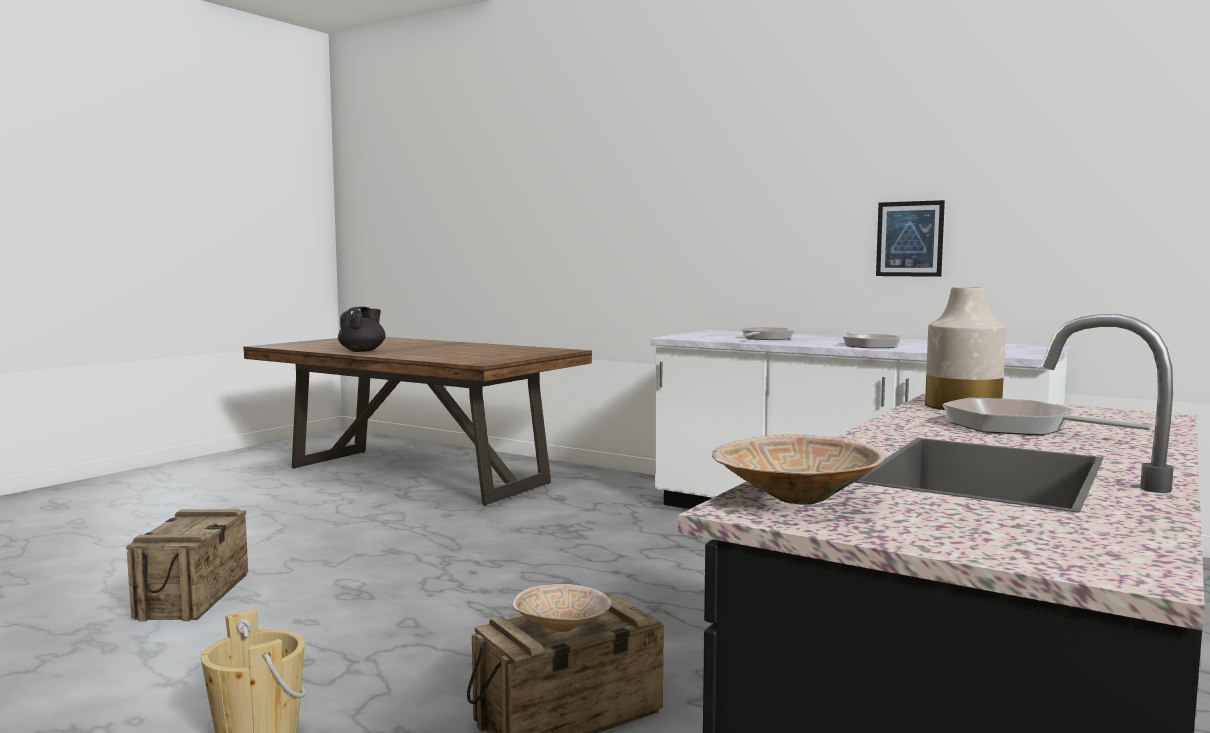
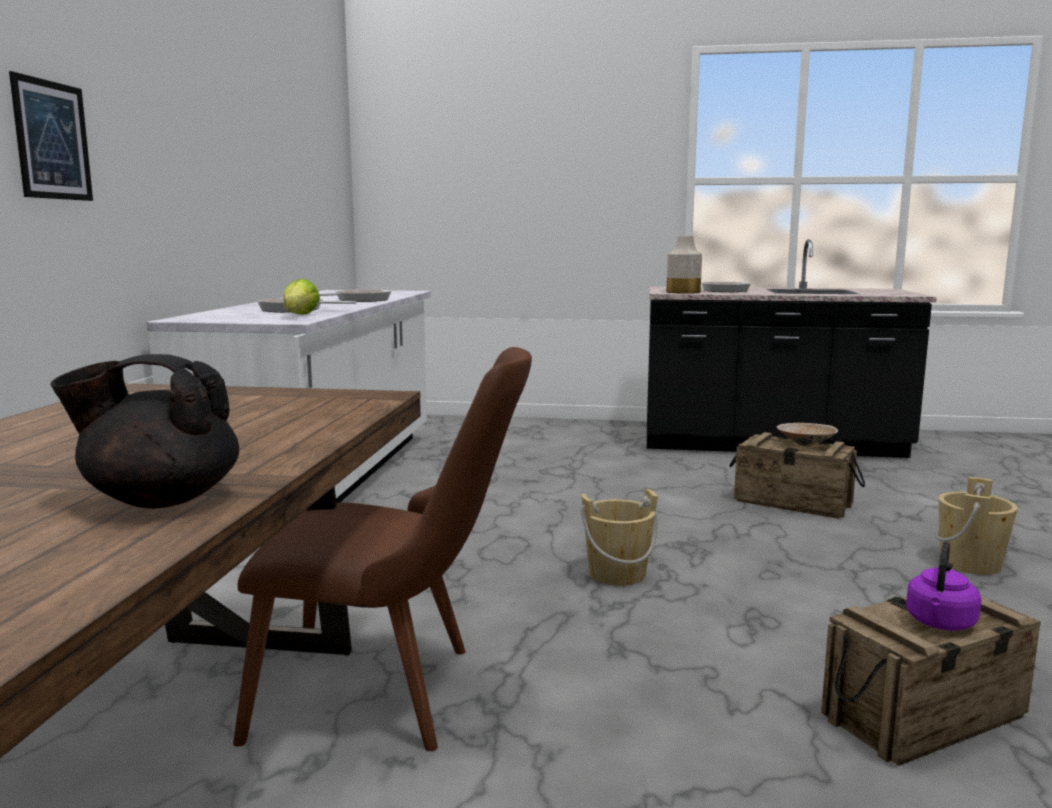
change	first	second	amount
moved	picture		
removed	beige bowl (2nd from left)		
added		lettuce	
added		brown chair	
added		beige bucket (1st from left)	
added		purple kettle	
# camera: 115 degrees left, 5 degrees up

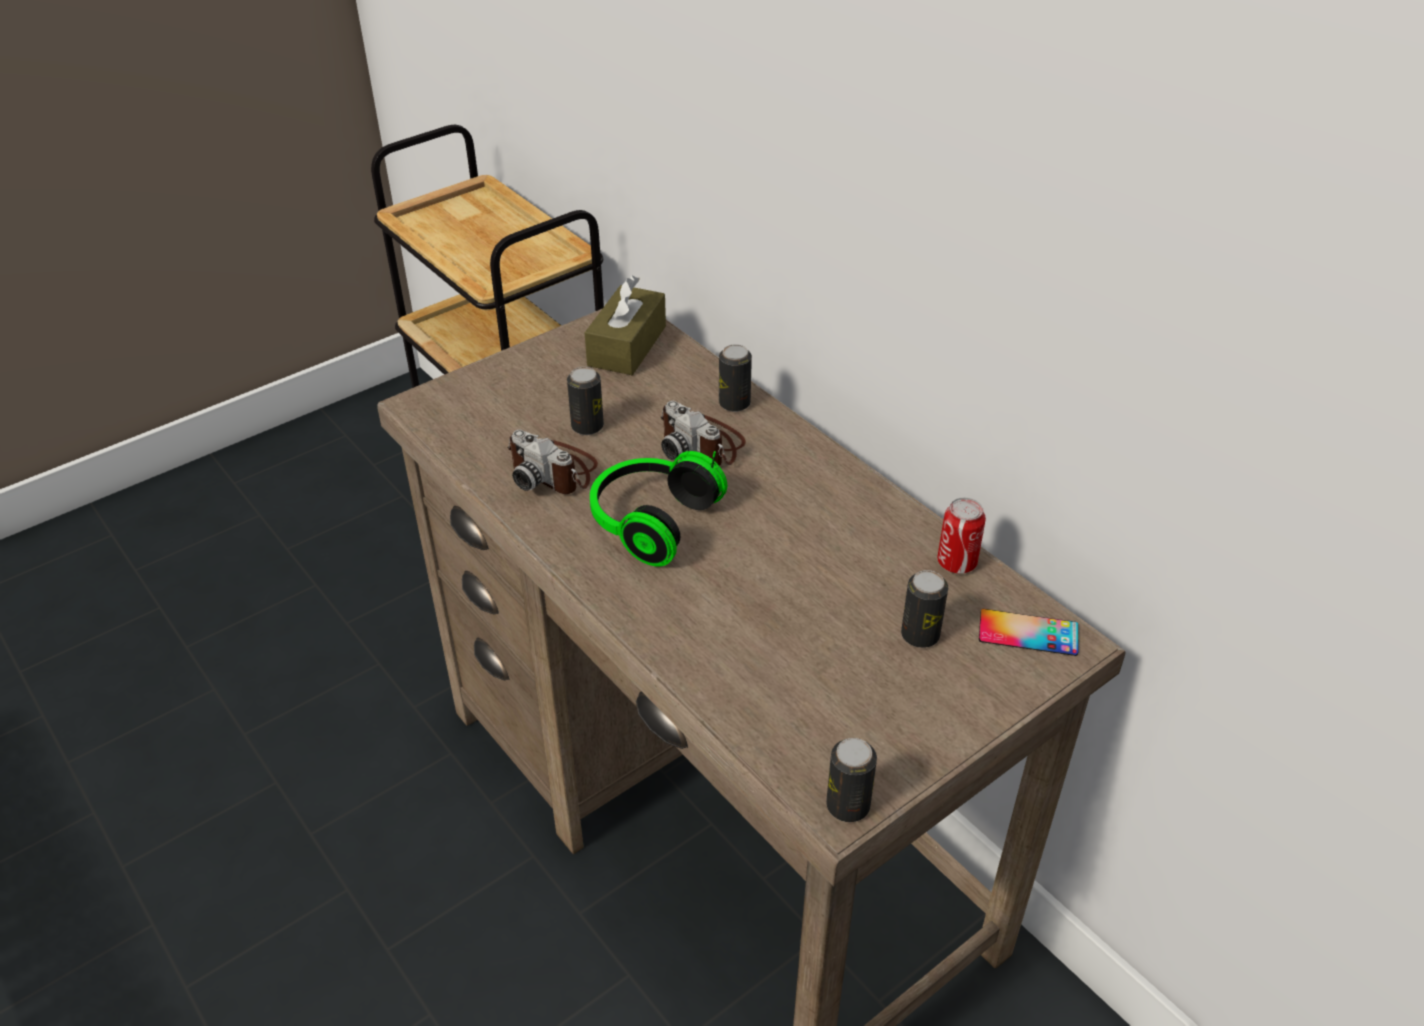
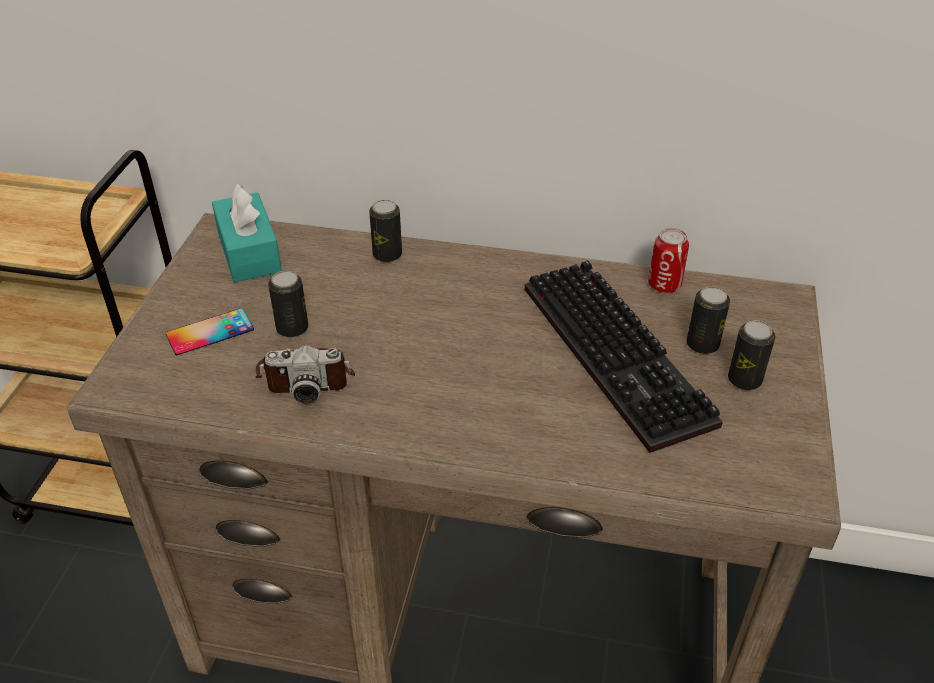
change	first	second	amount
recoloured	brown tissue box	turquoise tissue box	
removed	photo camera (2nd from left)		
removed	headphones		
moved	phone		
moved	can (3rd from left in the first image)	can (5th from left)	
added		keyboard	
# camera: 40 degrees left, 0 degrees up

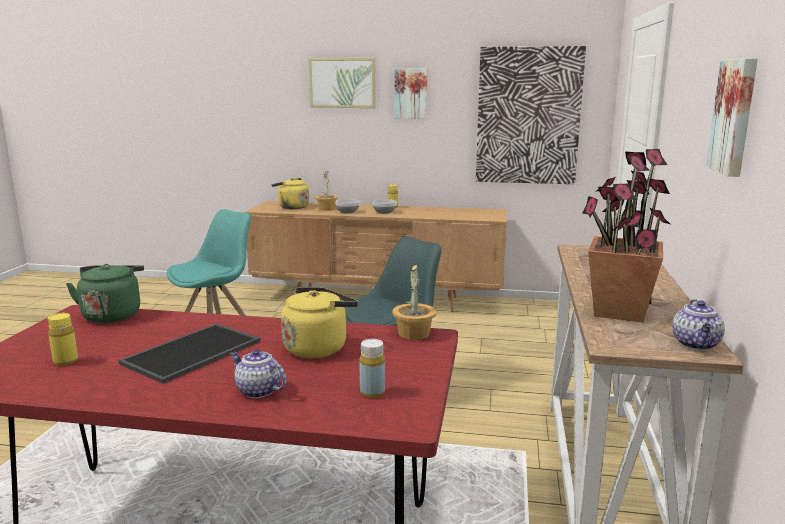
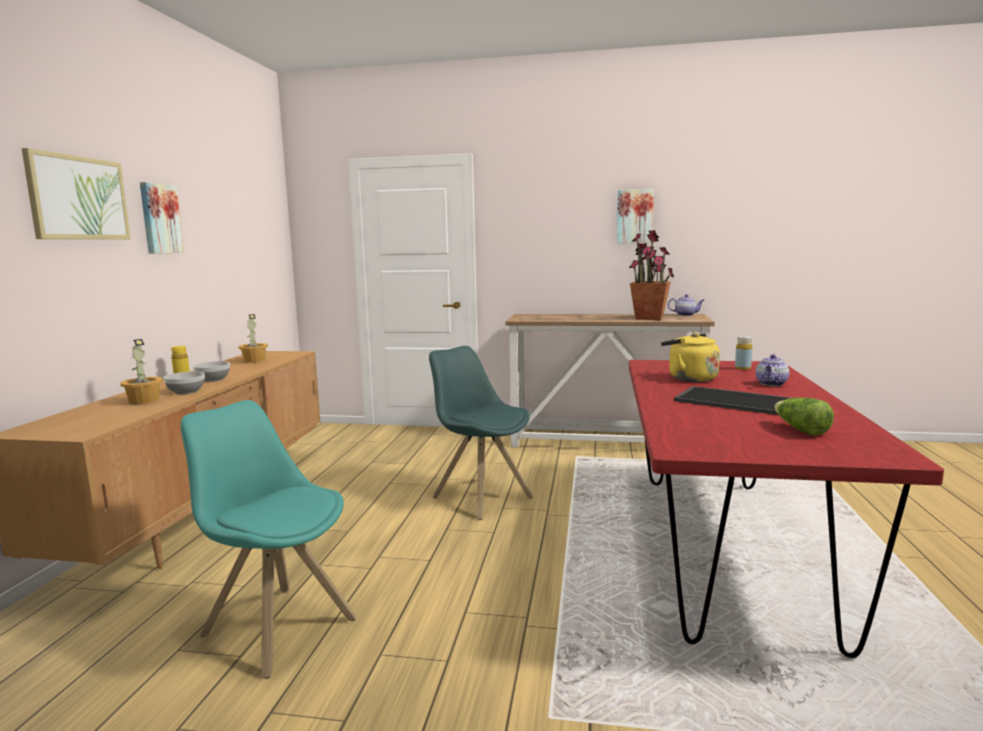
change	first	second	amount
removed	picture (3rd from left)		
removed	yellow kettle (1st from left)		
moved	potted plant (2nd from left)		
removed	green kettle		
replaced	yellow bottle (1st from left)	lettuce	
# camera: 90 degrees left, 5 degrees down

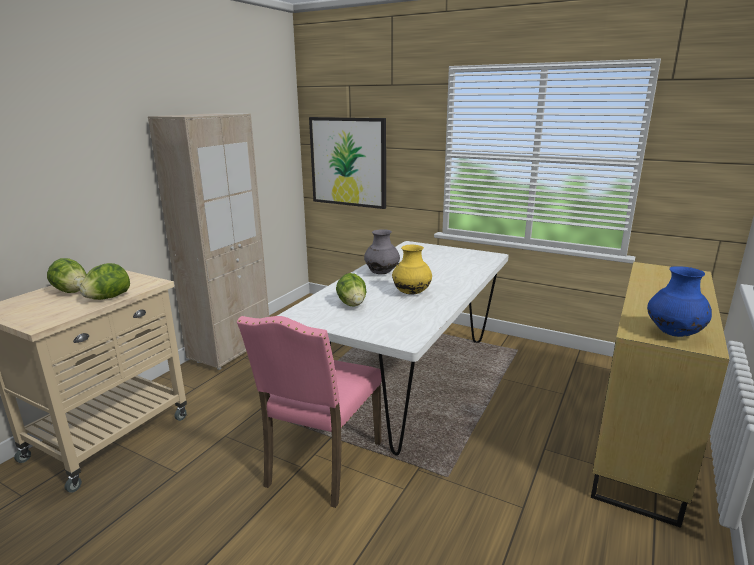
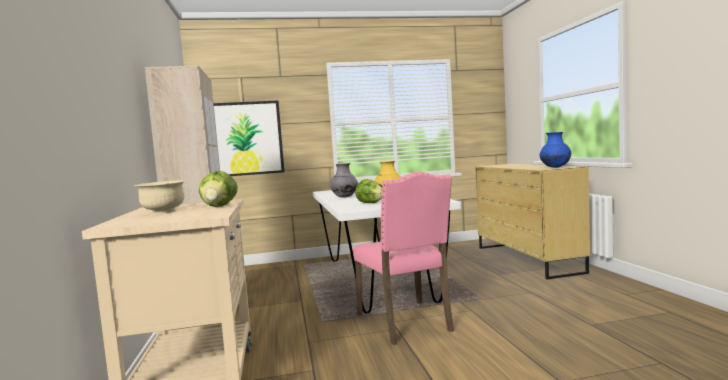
change	first	second	amount
replaced	lettuce (1st from left)	beige bowl	
# camera: 40 degrees left, 15 degrees down

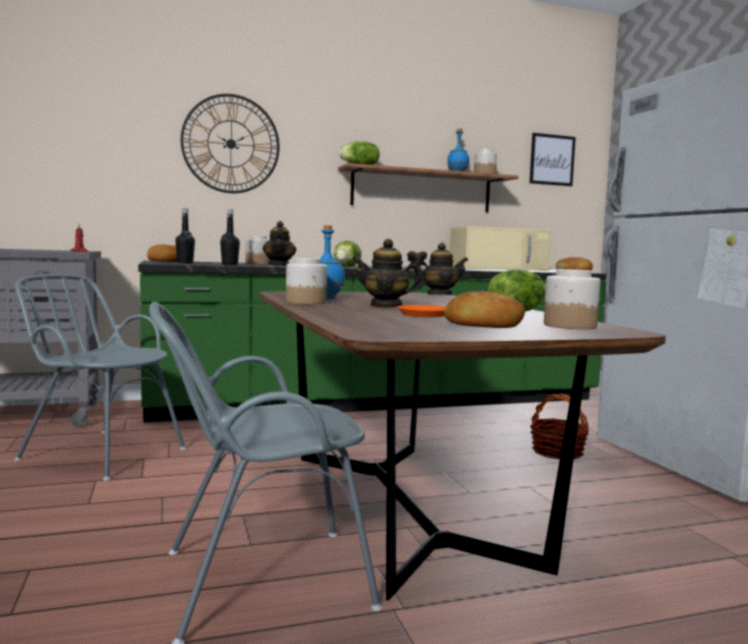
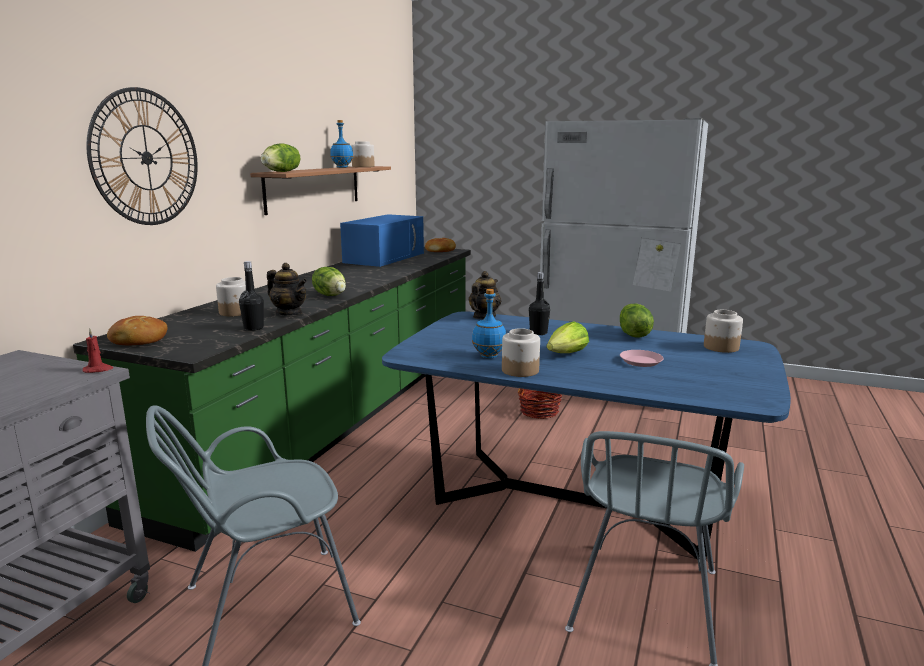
change	first	second	amount
removed	picture		
moved	black bottle (1st from left in the first image)	black bottle (2nd from left)	
recoloured	beige microwave	blue microwave	
replaced	teapot (2nd from left)	lettuce (3rd from left)	
recoloured	brown dining table	blue dining table	
removed	bread (2nd from left)		
recoloured	orange plate	pink plate	
# camera: 50 degrees left, 10 degrees up

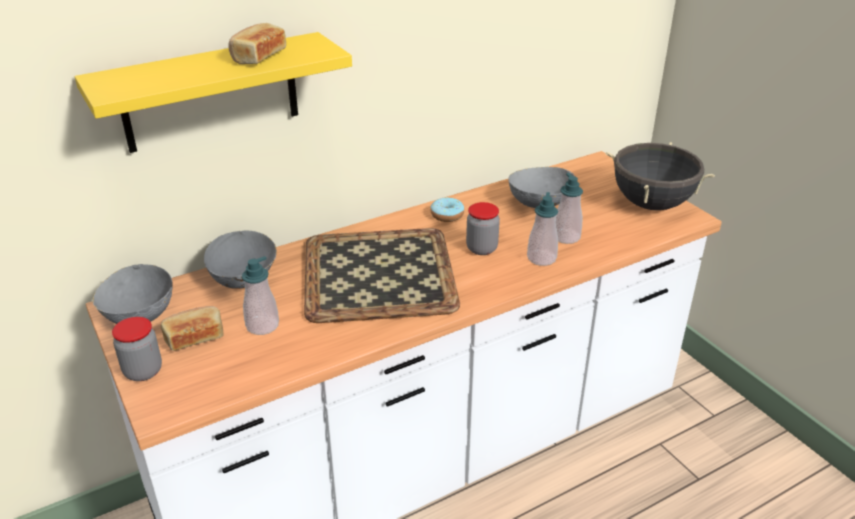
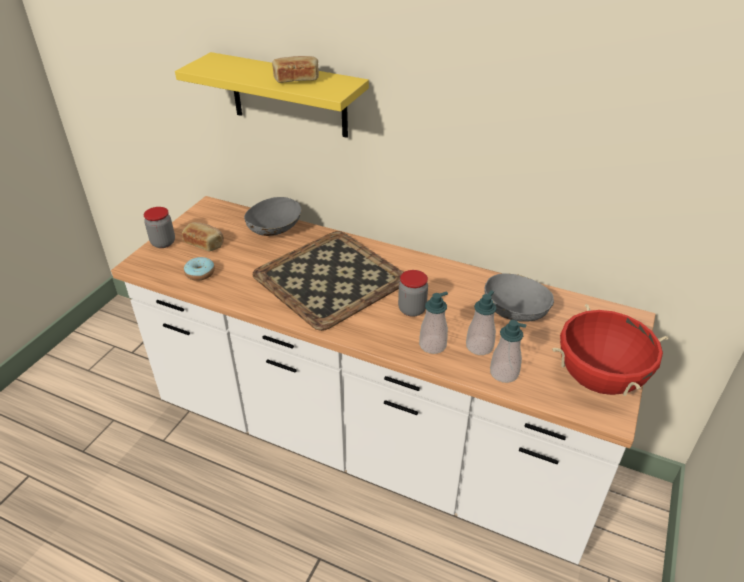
change	first	second	amount
recoloured	black cooking pot	red cooking pot	
moved	donut		
moved	soap dispenser (1st from left in the first image)	soap dispenser (3rd from left)	
removed	grey bowl (1st from left)		
# camera: 55 degrees right, 5 degrees up

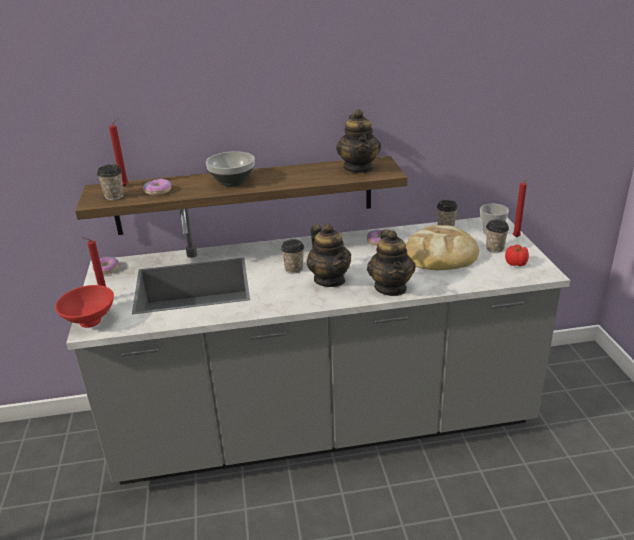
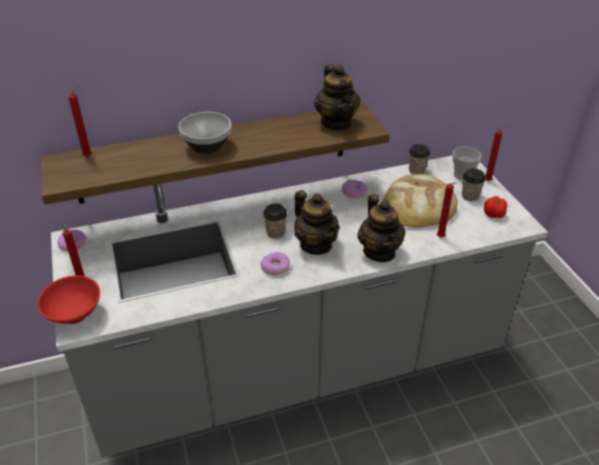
change	first	second	amount
removed	cup (1st from left)		
moved	donut (2nd from left)		
added		red candle (3rd from left)	
# camera: 10 degrees left, 10 degrees up

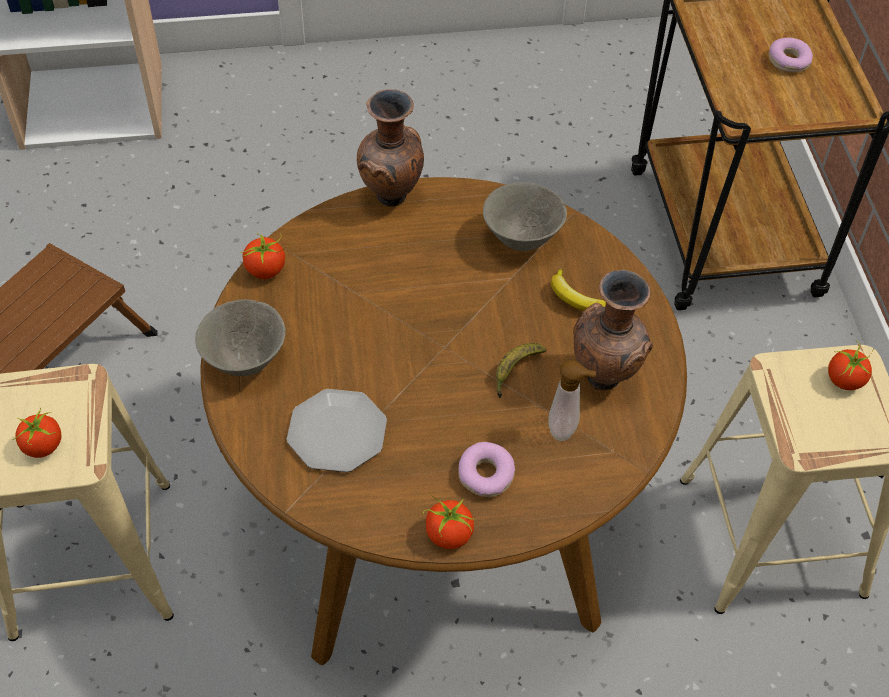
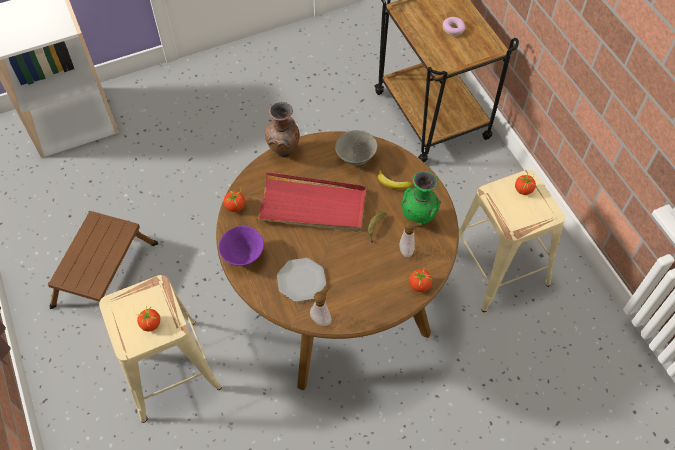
change	first	second	amount
recoloured	brown vase (2nd from left)	green vase	
recoloured	grey bowl (1st from left)	purple bowl	
removed	donut (1st from left)		
moved	tomato (3rd from left)		
added		red tray	
added		soap dispenser (1st from left)	
# camera: 15 degrees left, 5 degrees up

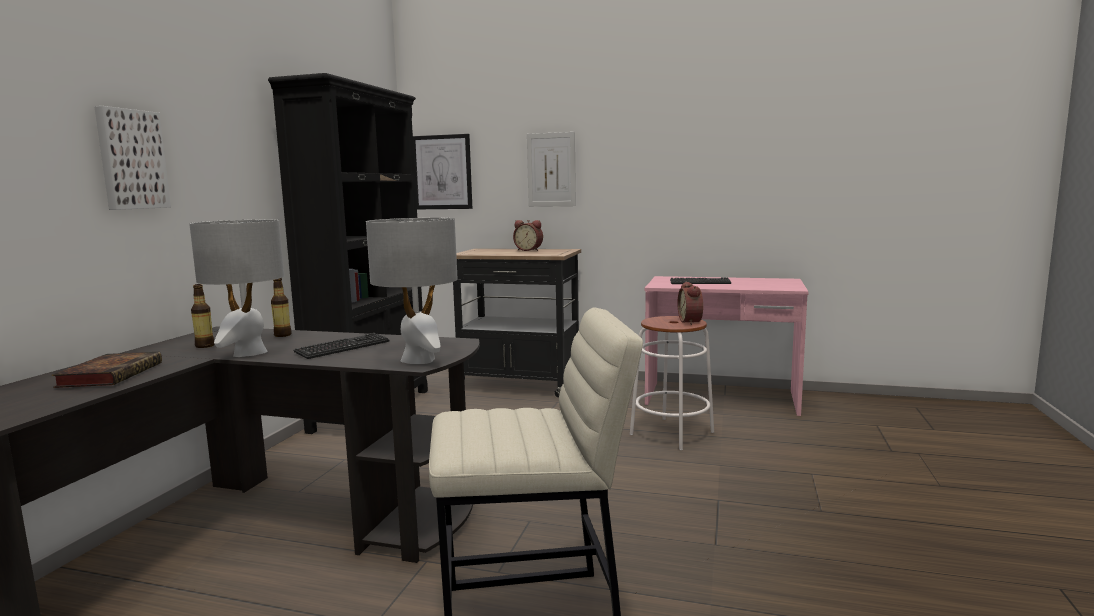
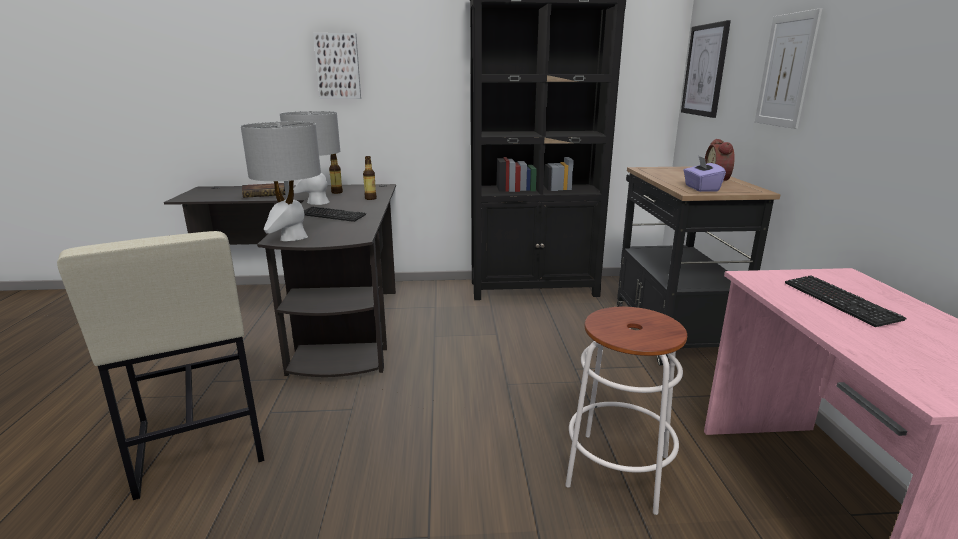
change	first	second	amount
removed	alarm clock (2nd from left)		
added		purple tissue box	
# camera: 70 degrees right, 10 degrees up

